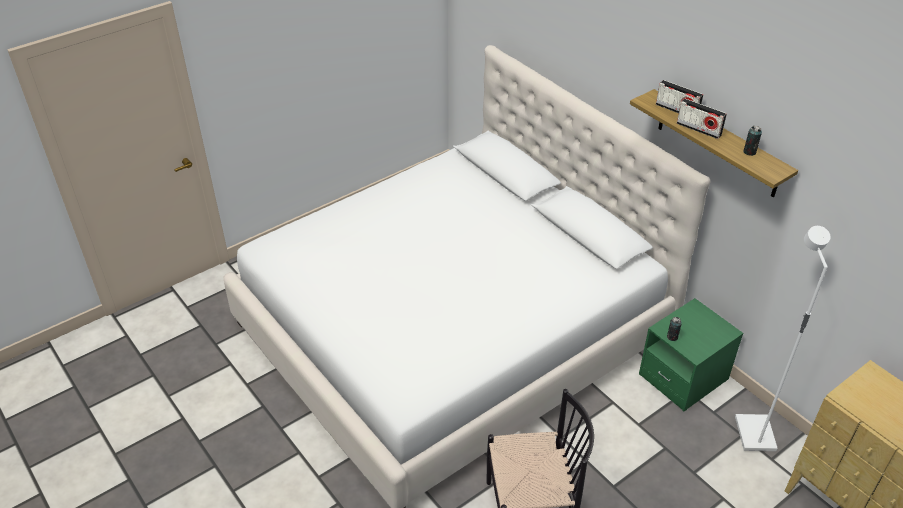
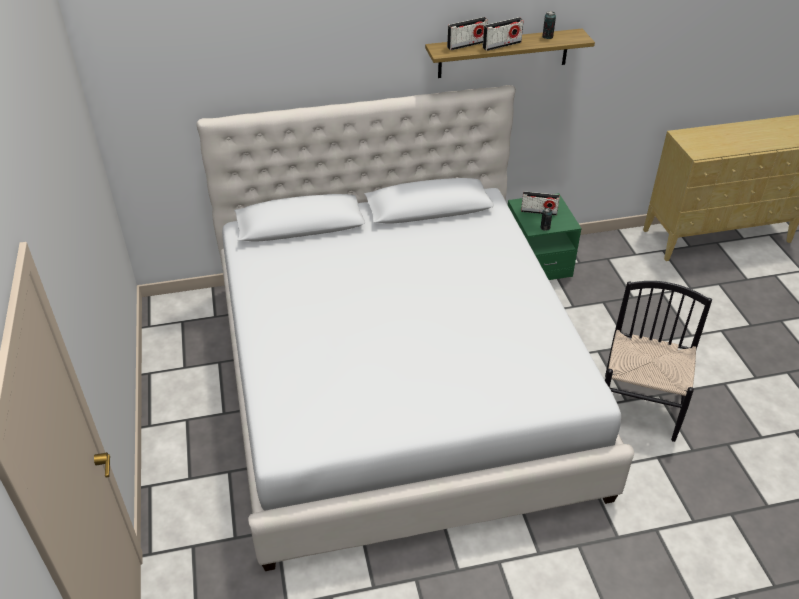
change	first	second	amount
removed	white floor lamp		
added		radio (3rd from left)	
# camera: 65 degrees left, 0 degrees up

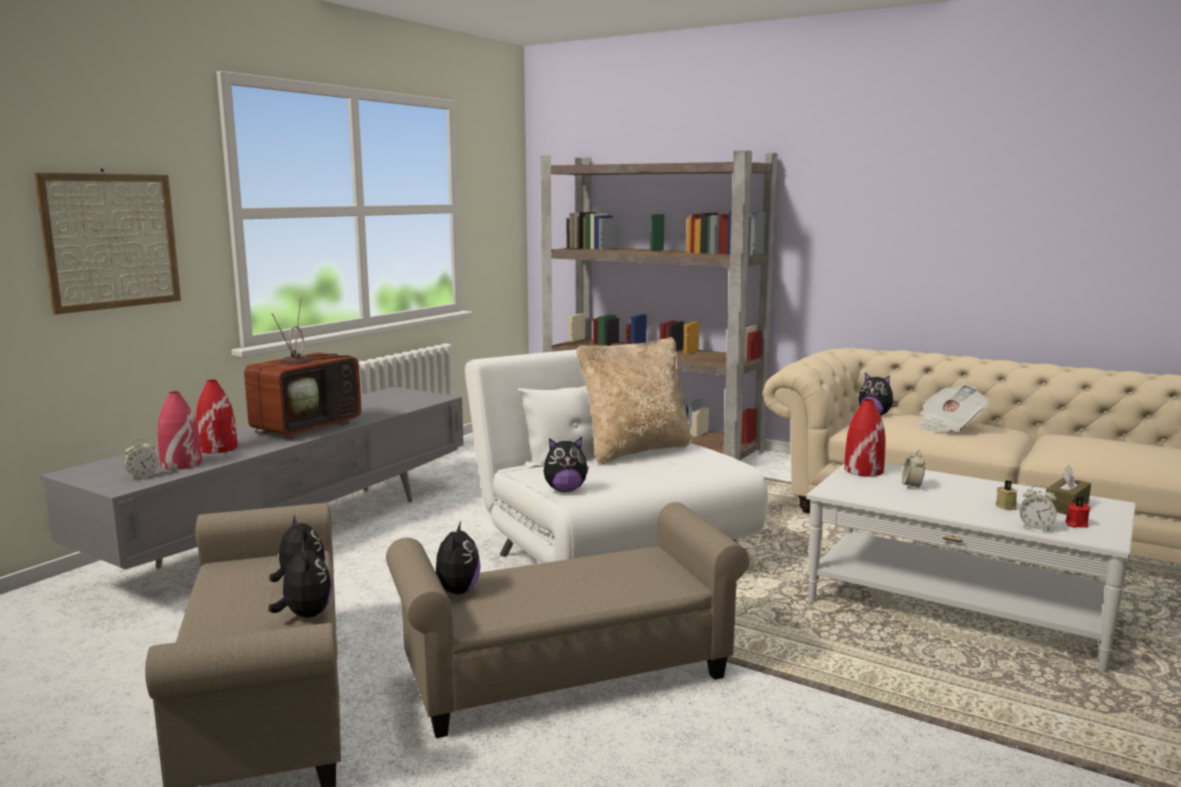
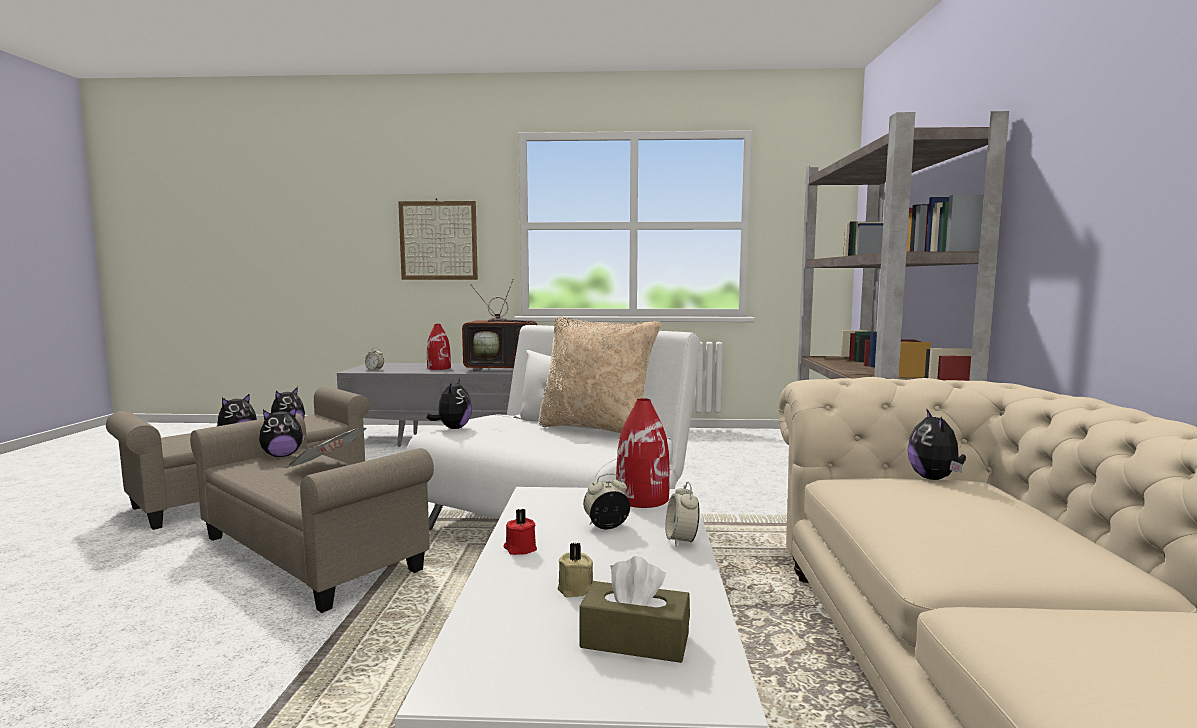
change	first	second	amount
moved	newspaper		
removed	red vase (1st from left)		
turned	plush toy (4th from left)		135 degrees counterclockwise
moved	alarm clock (3rd from left)		
moved	red candle		
# camera: 60 degrees right, 5 degrees down

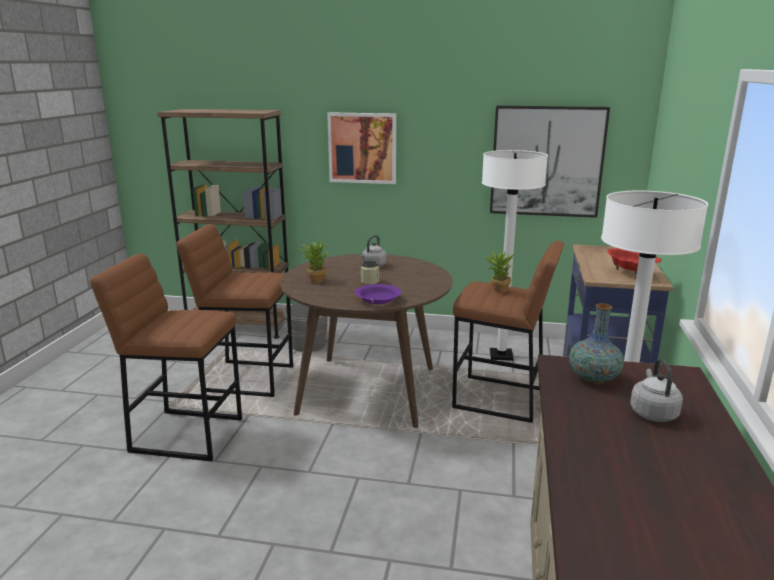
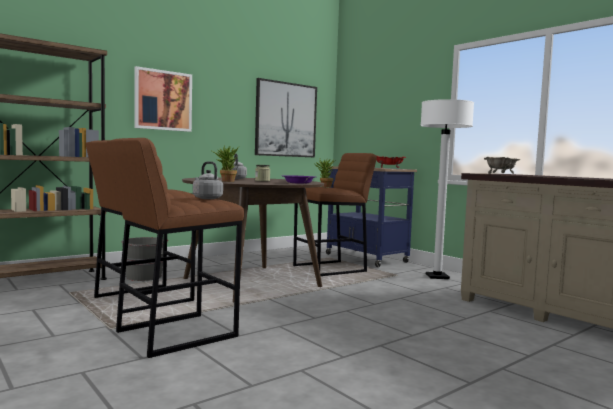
change	first	second	amount
removed	white floor lamp (1st from left)		
replaced	vase	beige bowl	
moved	grey kettle (2nd from left in the first image)	grey kettle (1st from left)	
# camera: 50 degrees left, 15 degrees down

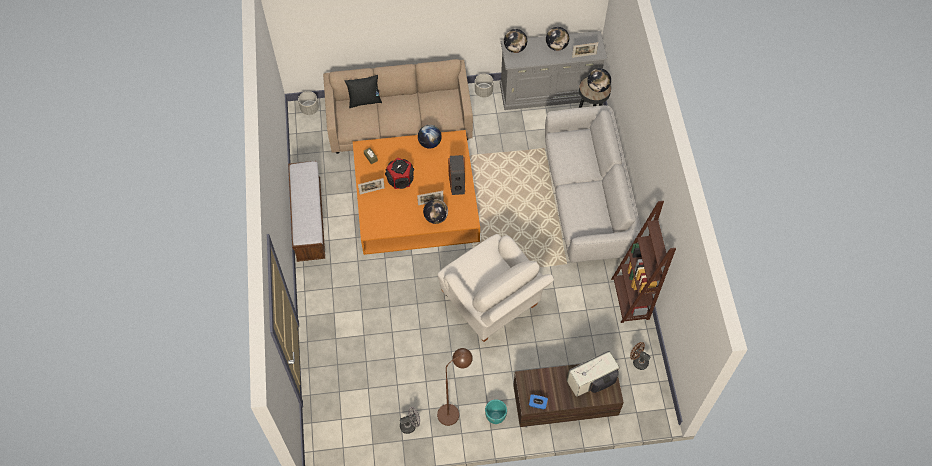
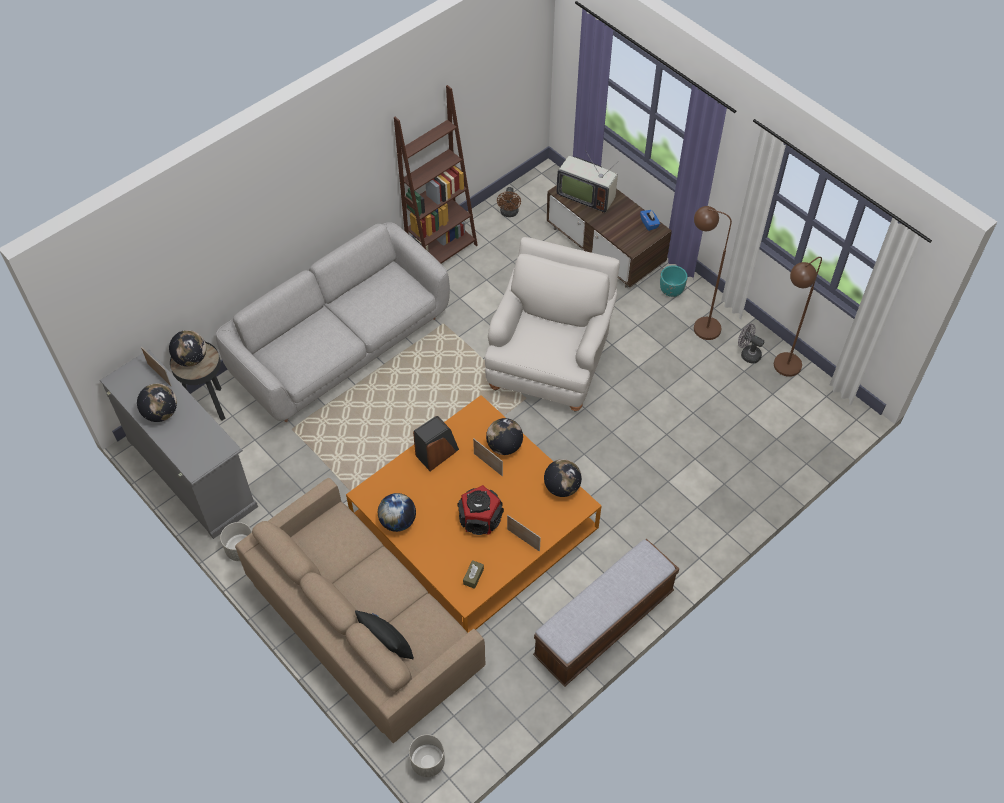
change	first	second	amount
moved	globe (3rd from left in the first image)	globe (5th from left)	
added		brown floor lamp (2nd from left)	
# camera: 125 degrees left, 5 degrees down

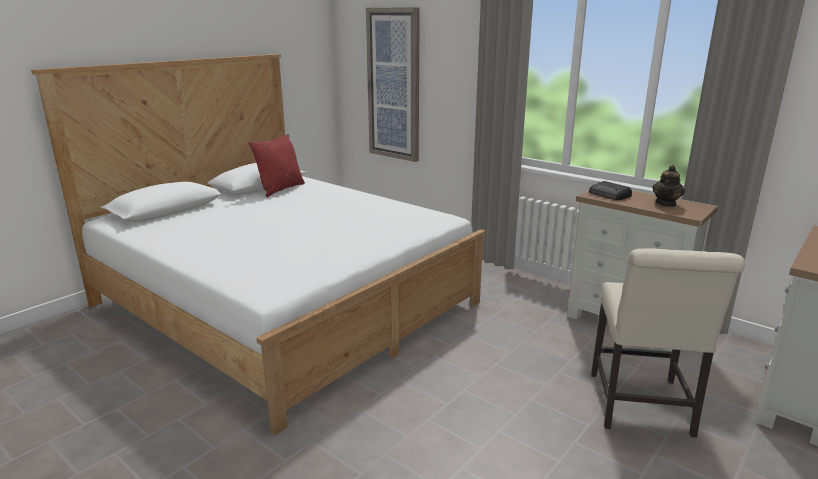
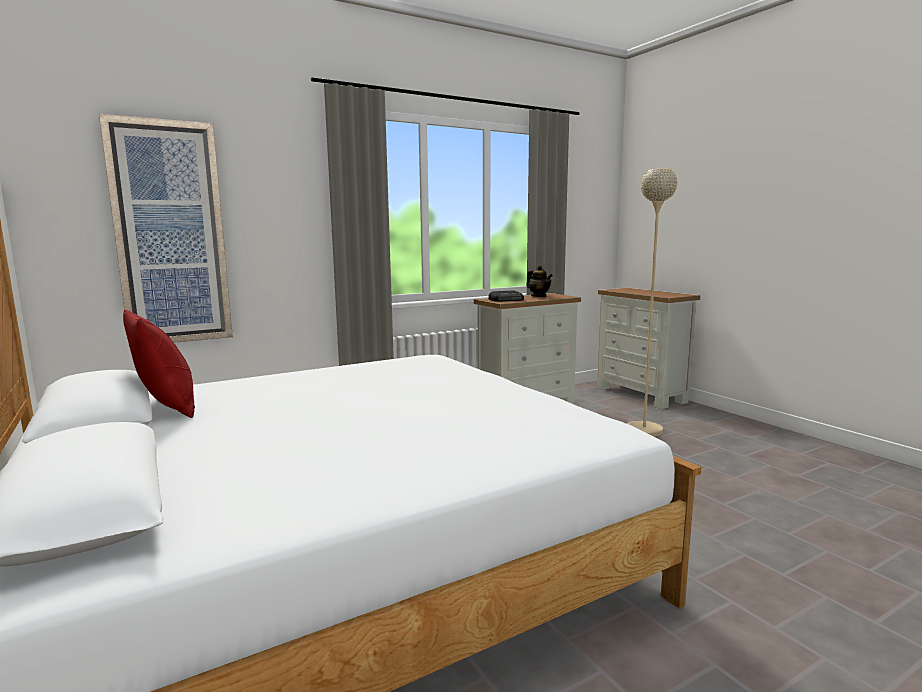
change	first	second	amount
replaced	beige chair	beige floor lamp	
# camera: 70 degrees left, 10 degrees down

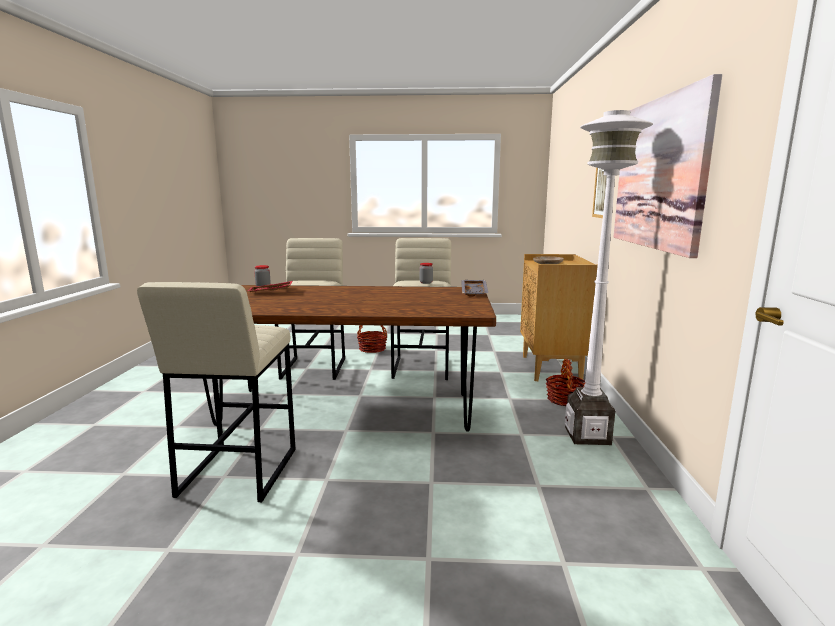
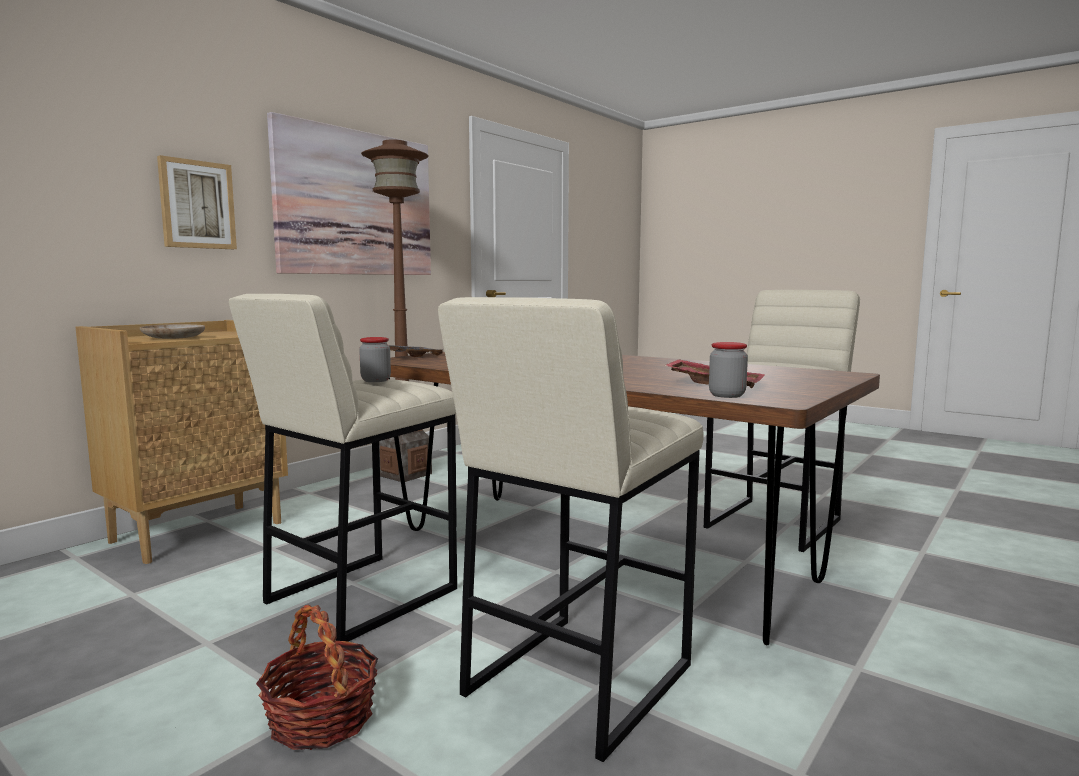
change	first	second	amount
recoloured	white floor lamp	brown floor lamp	
removed	basket (2nd from left)		
# camera: 145 degrees left, 5 degrees down

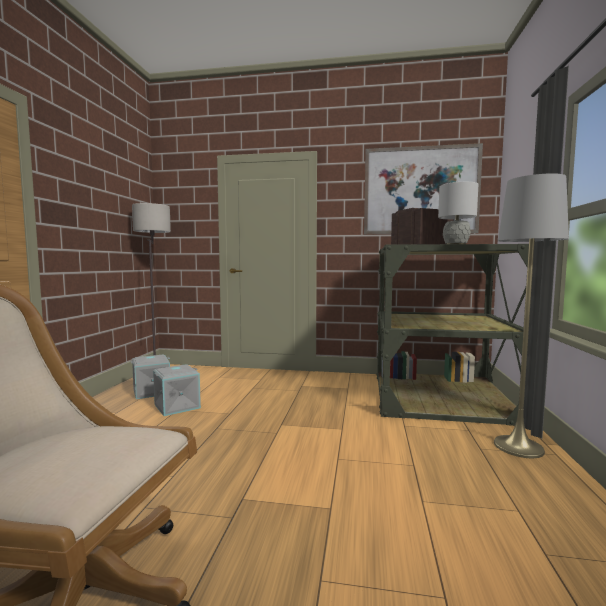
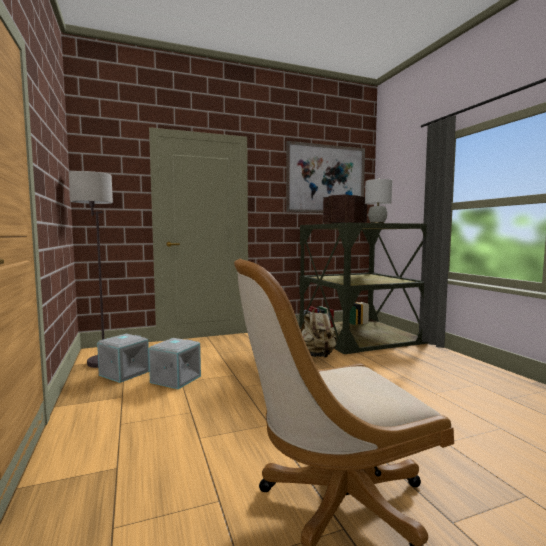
change	first	second	amount
removed	grey floor lamp (2nd from left)		
added		beige backpack	
# camera: 30 degrees left, 0 degrees up

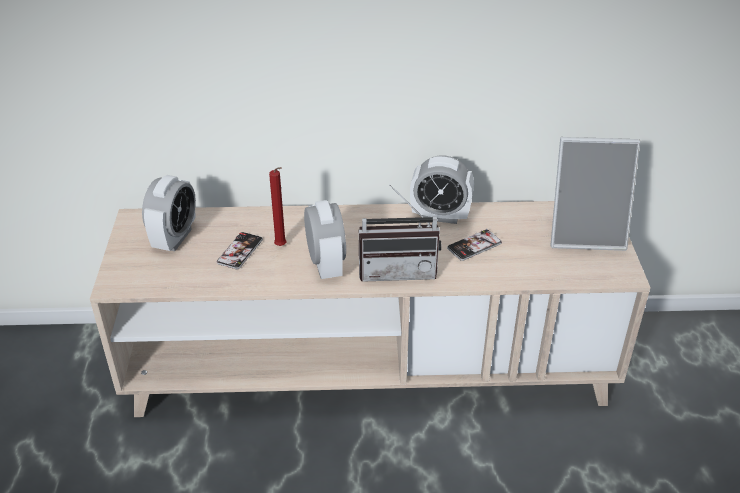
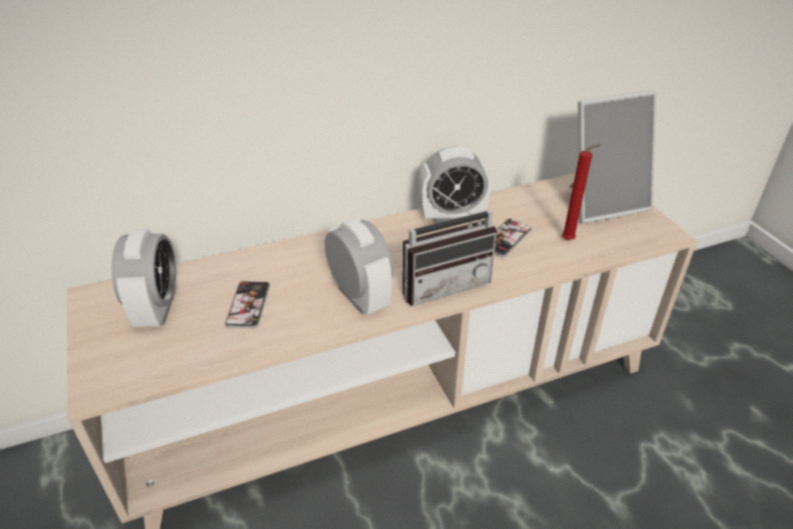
change	first	second	amount
moved	red candle		
# camera: 20 degrees left, 0 degrees up

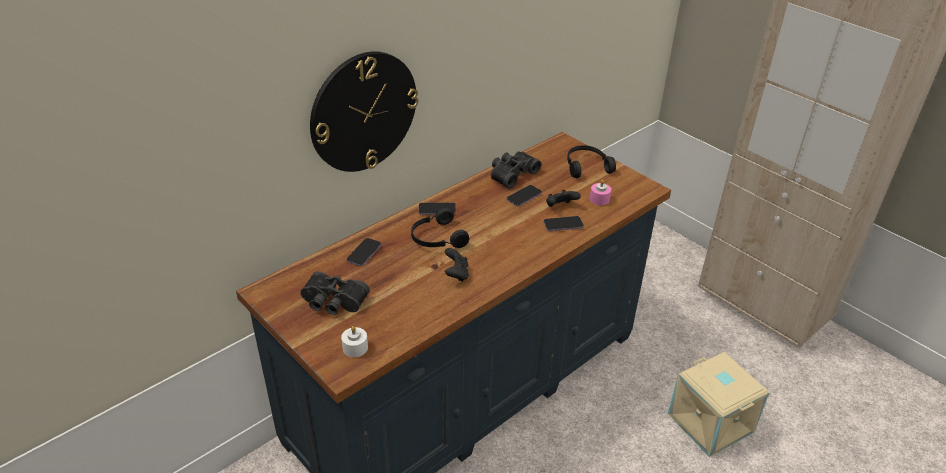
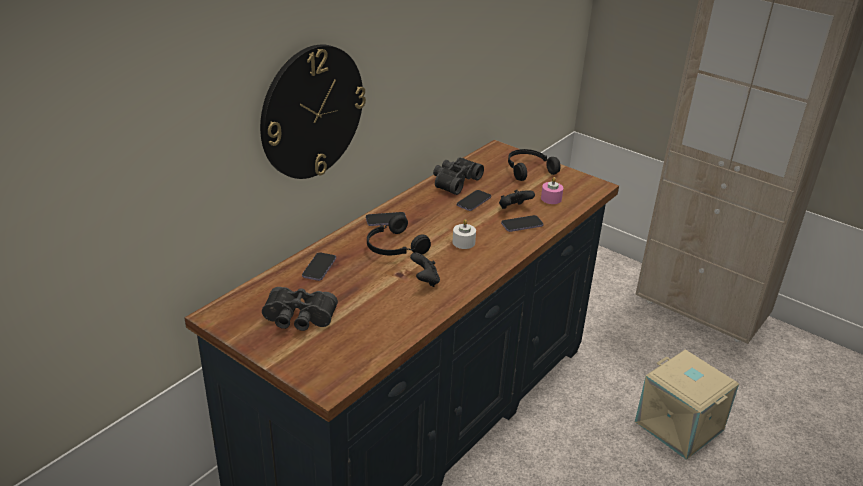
change	first	second	amount
moved	white candle		
# camera: 10 degrees left, 5 degrees down

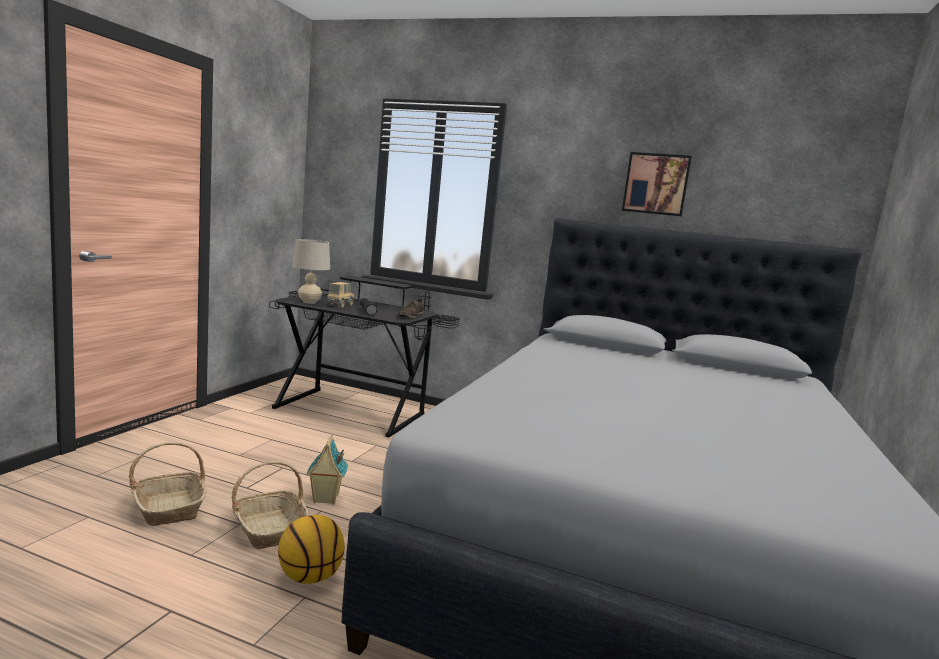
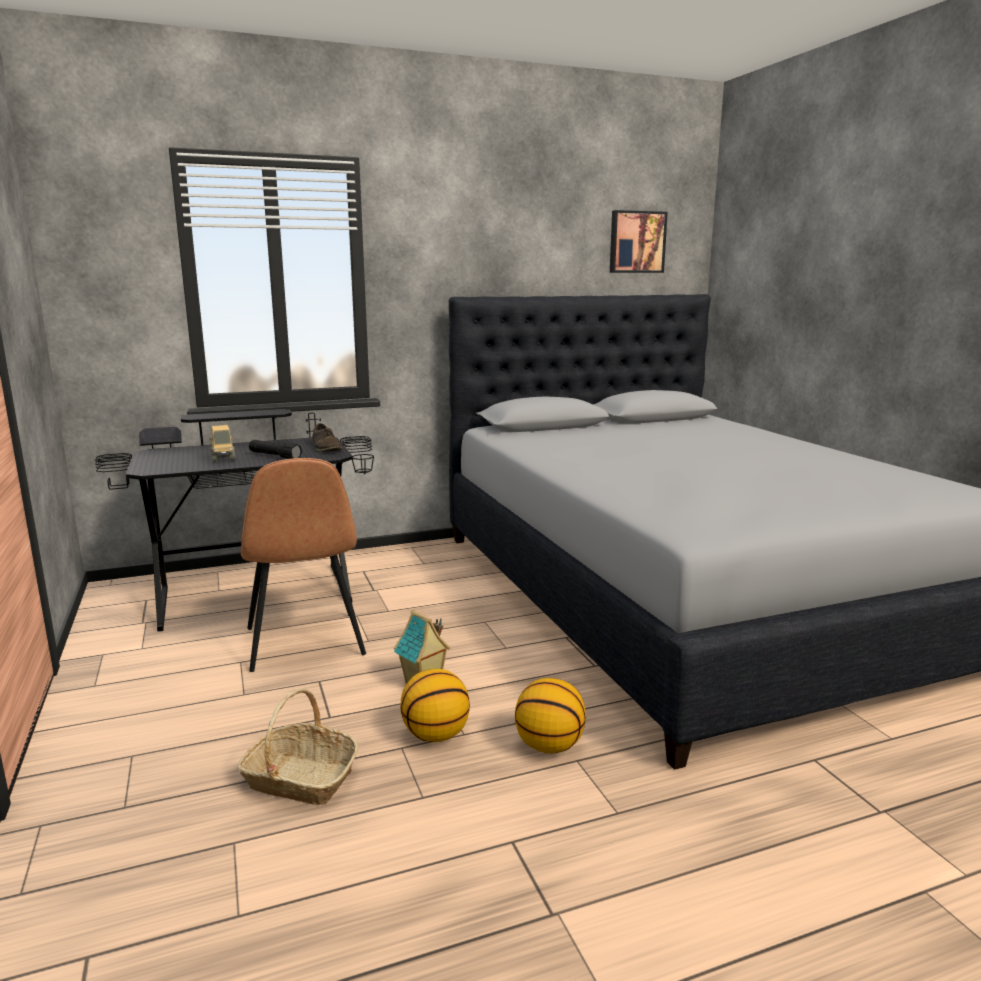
change	first	second	amount
moved	picture		
removed	beige table lamp		
replaced	basket (2nd from left)	basketball (1st from left)	
added		brown chair	
# camera: 40 degrees left, 5 degrees up

